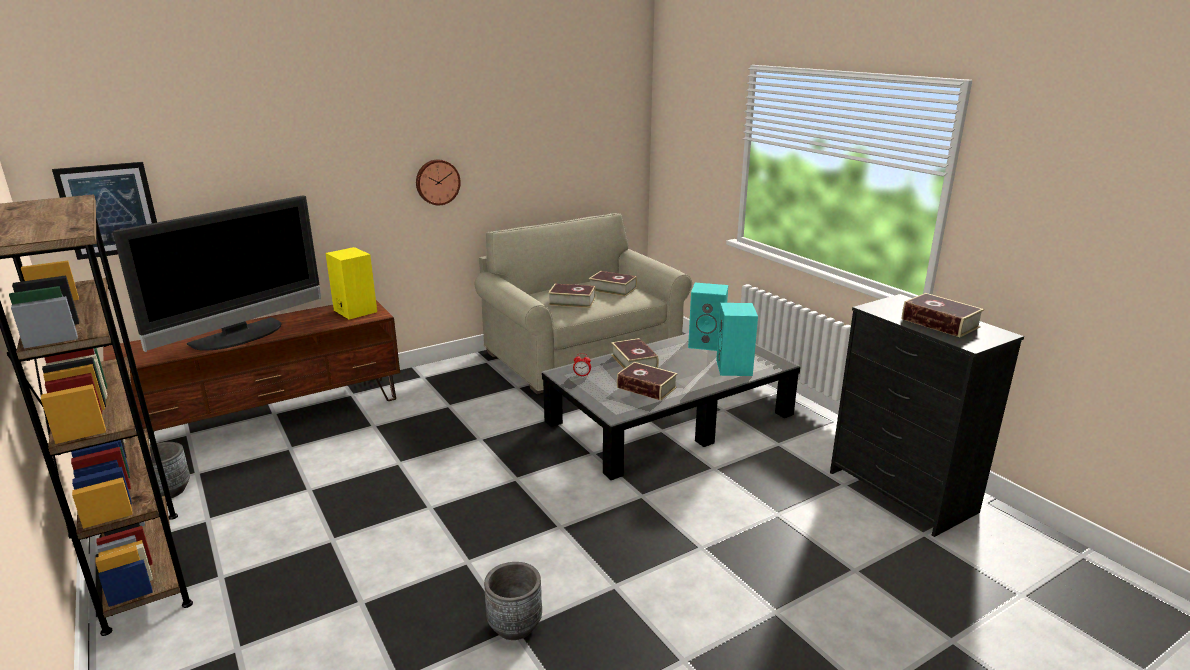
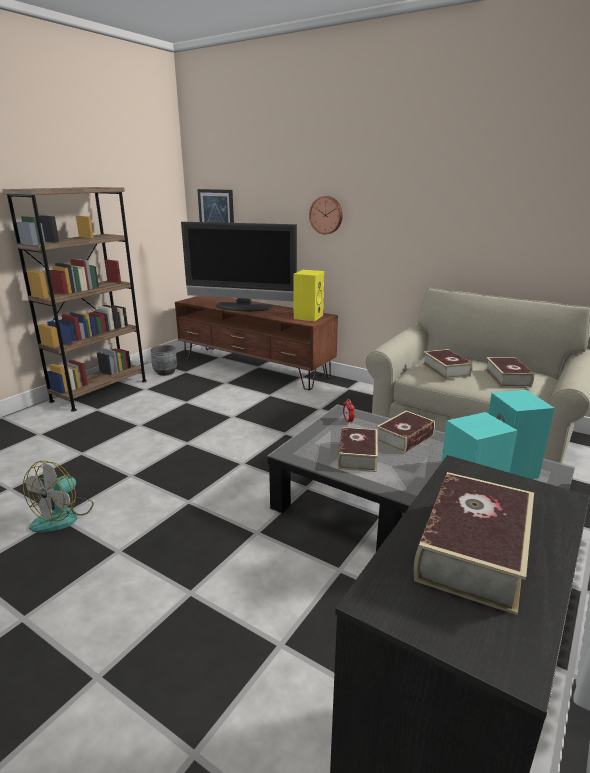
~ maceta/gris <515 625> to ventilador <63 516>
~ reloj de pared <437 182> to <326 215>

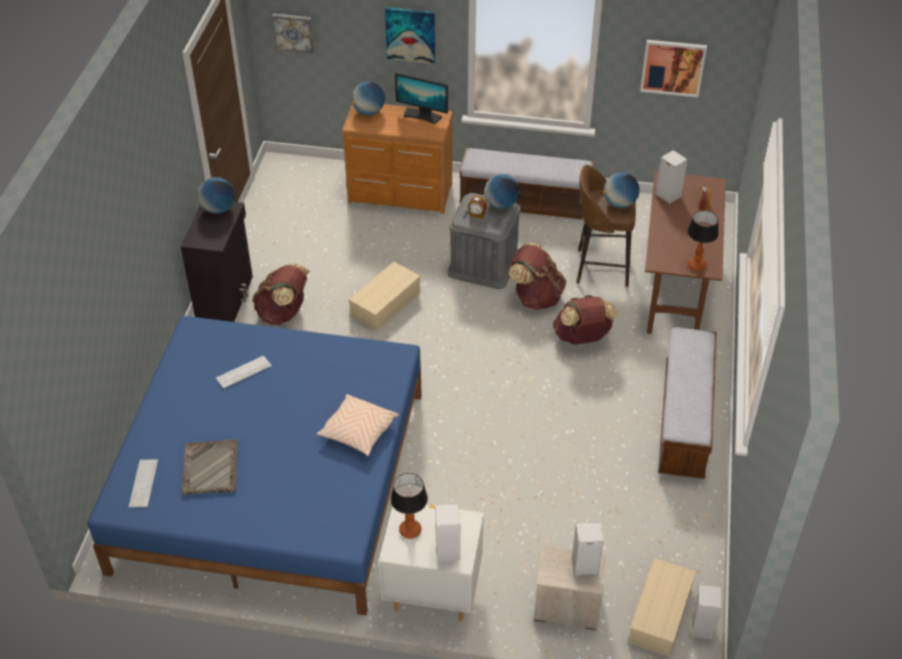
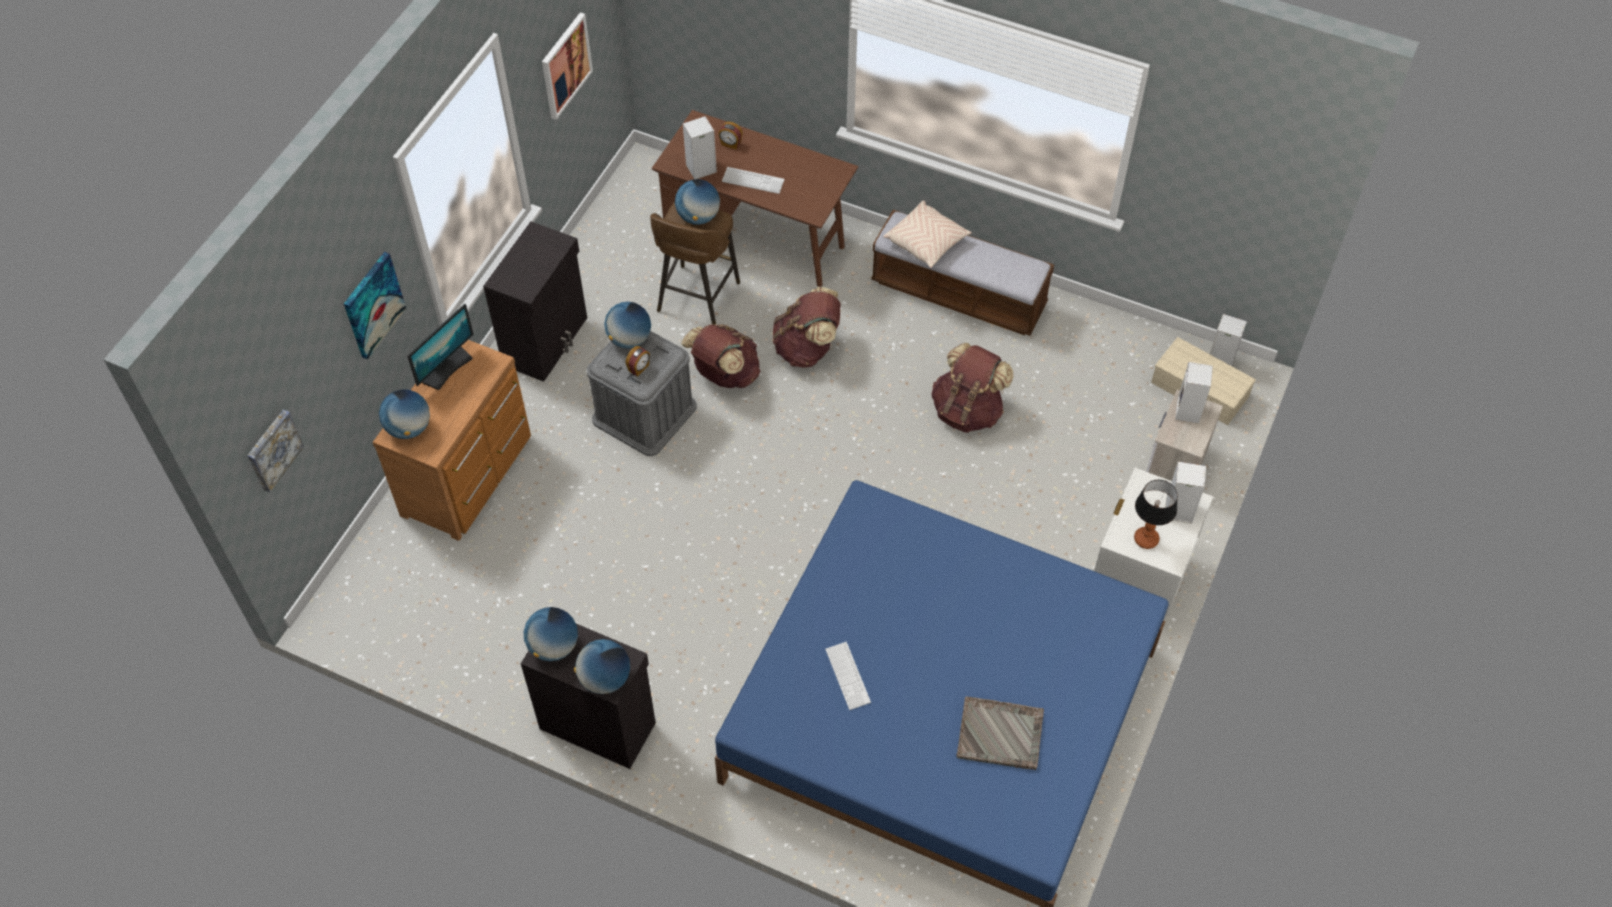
~ banco <525 202> to armario/negro <547 341>
+ globo terráqueo <605 679>
~ teclado <143 483> to <753 181>
~ cojín/beis <358 432> to <926 242>
~ mochila/marrón <283 313> to <967 410>
- caja de almacenaje/beis <385 303>
- lámpara de mesa <696 265>

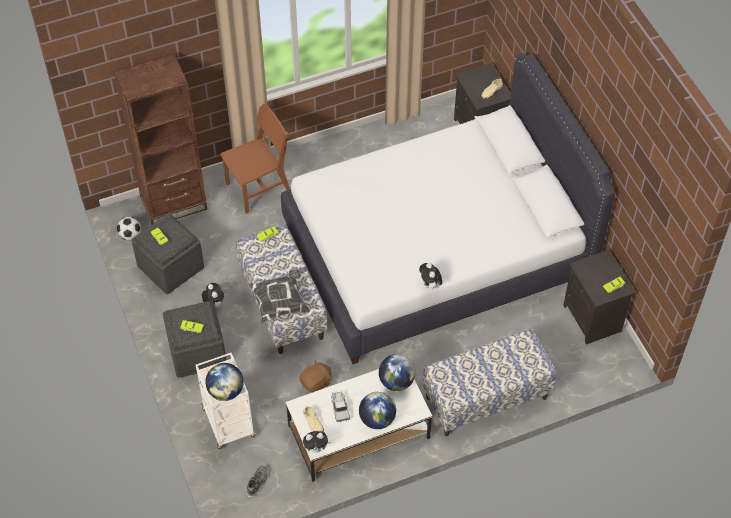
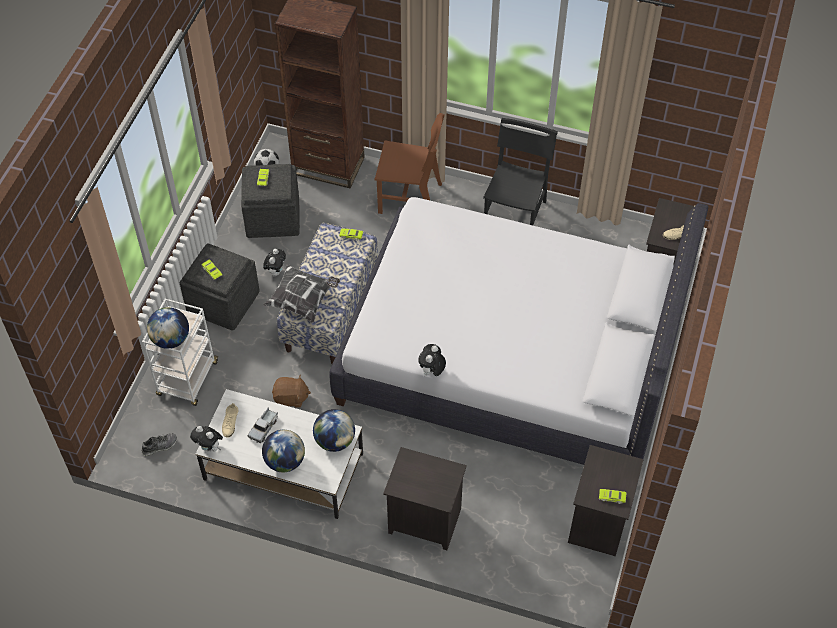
~ banco <486 398> to mesita de noche/negro <423 521>
+ silla/negro <515 215>

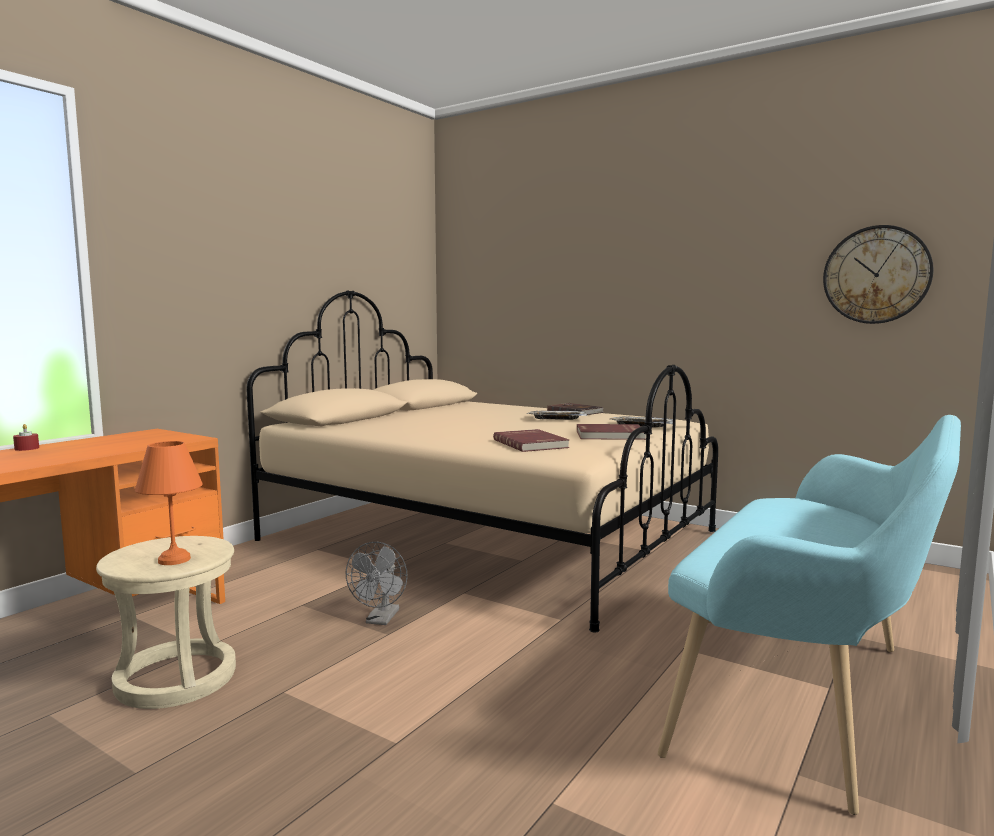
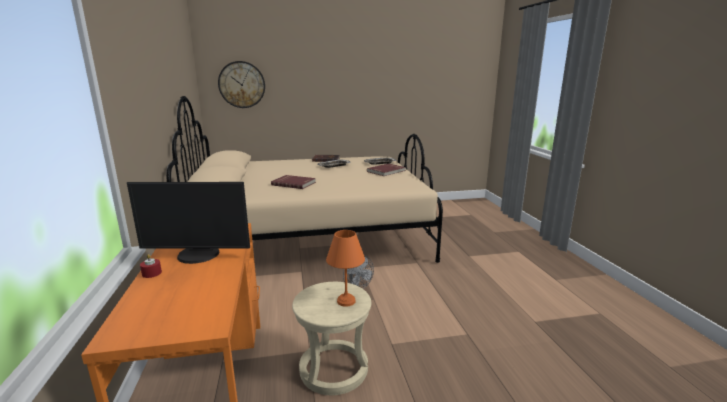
+ monitor <197 255>
~ reloj de pared <876 275> to <242 84>
~ libro/rojo <531 443> to <294 183>
- banco/turquesa <810 699>

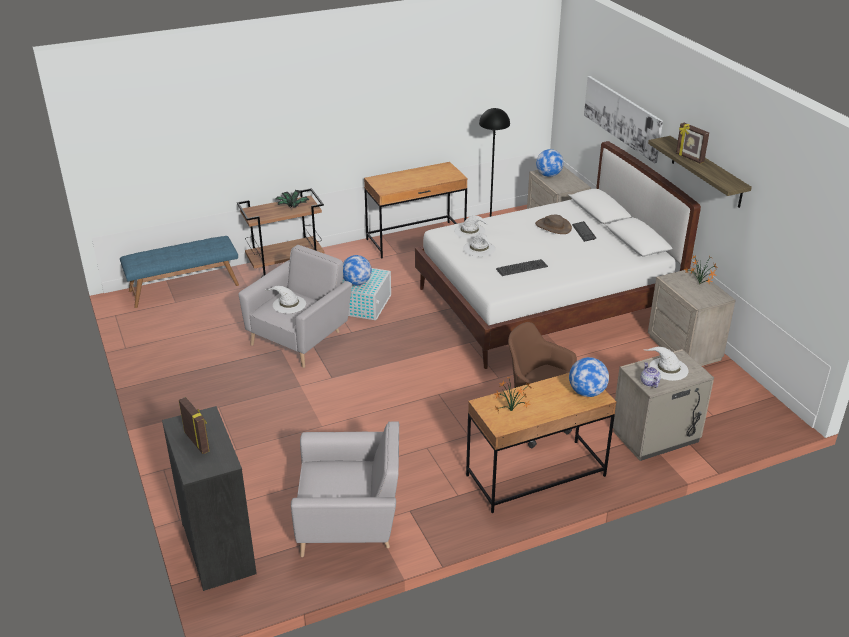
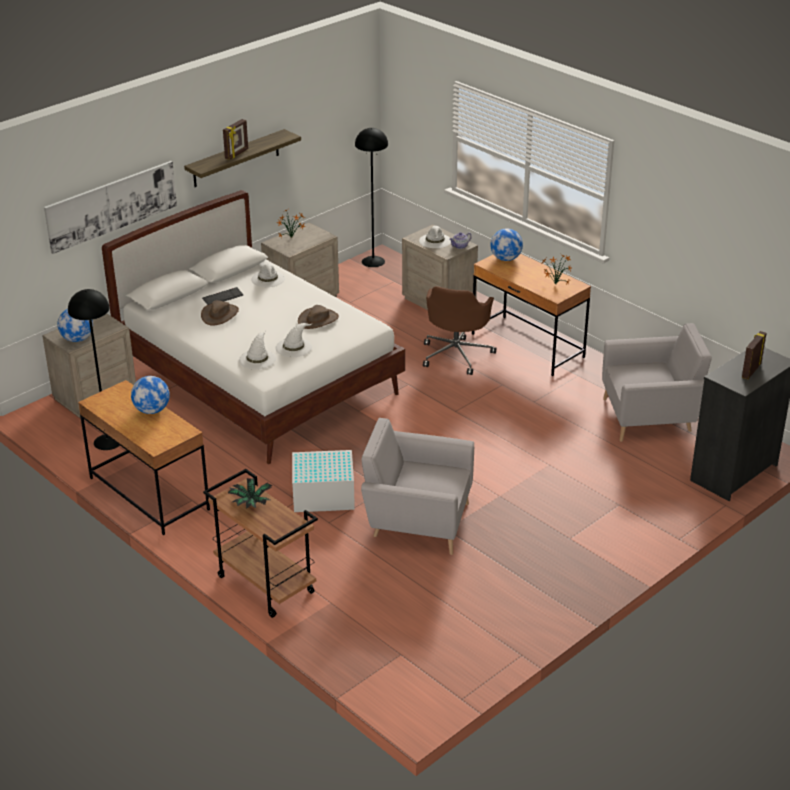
~ globo terráqueo <357 283> to <152 410>
~ sombrero/blanco <288 304> to <268 279>
~ teclado <521 268> to sombrero/marrón <318 320>
+ lámpara de pie/negro <373 261>
~ sillón/gris <350 523> = <650 417> 105 degrees clockwise
- banco/azul <184 287>

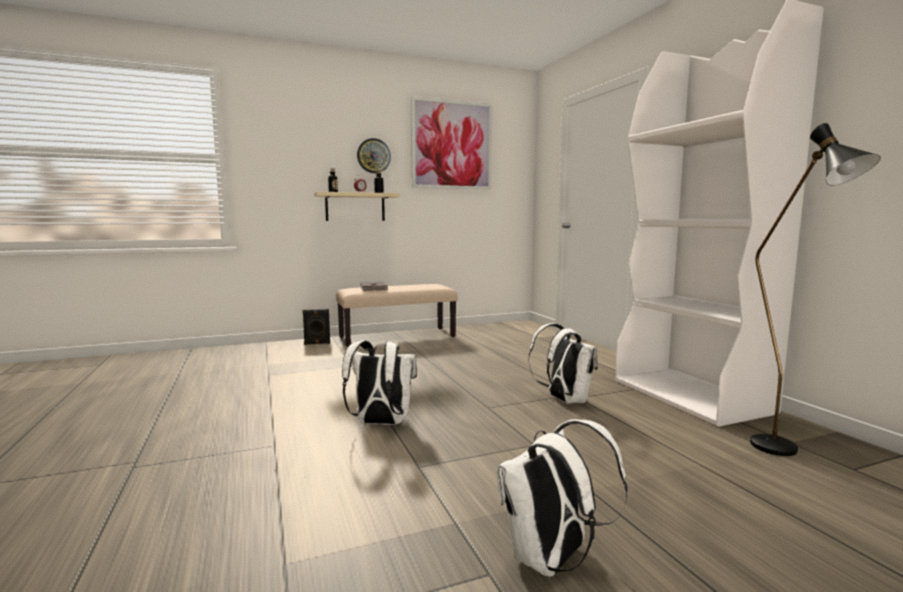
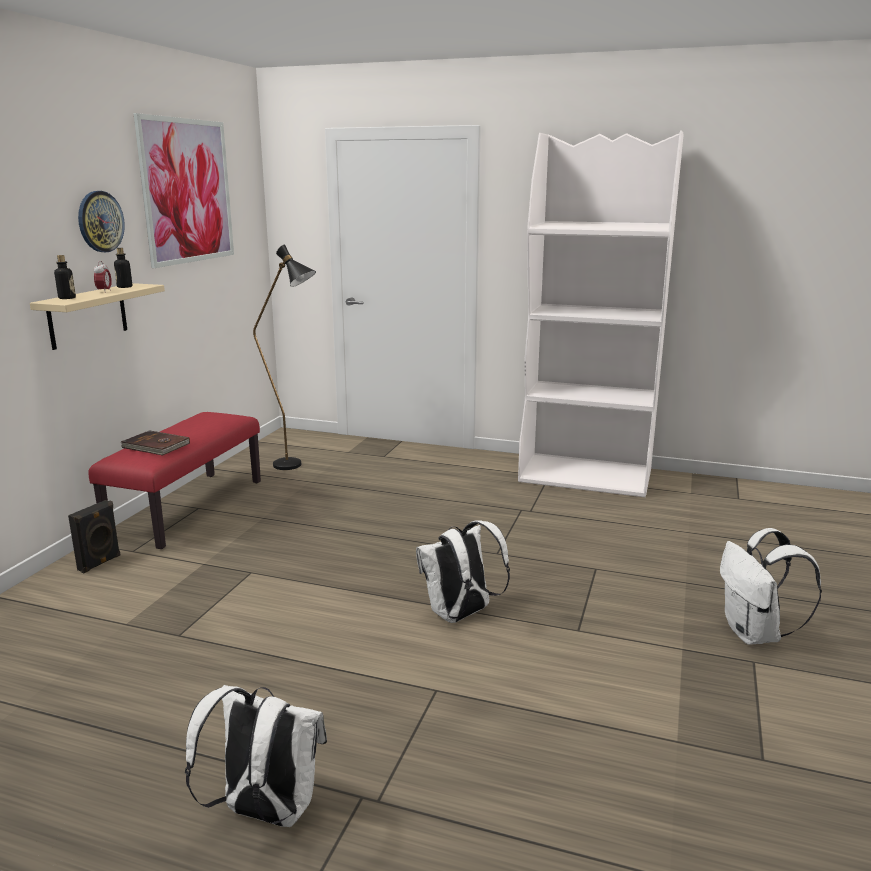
~ banco/beis <397 336> to banco/rojo <187 508>
~ mochila/blanco <564 400> to <264 812>
~ lámpara de pie/negro <787 453> to <296 466>

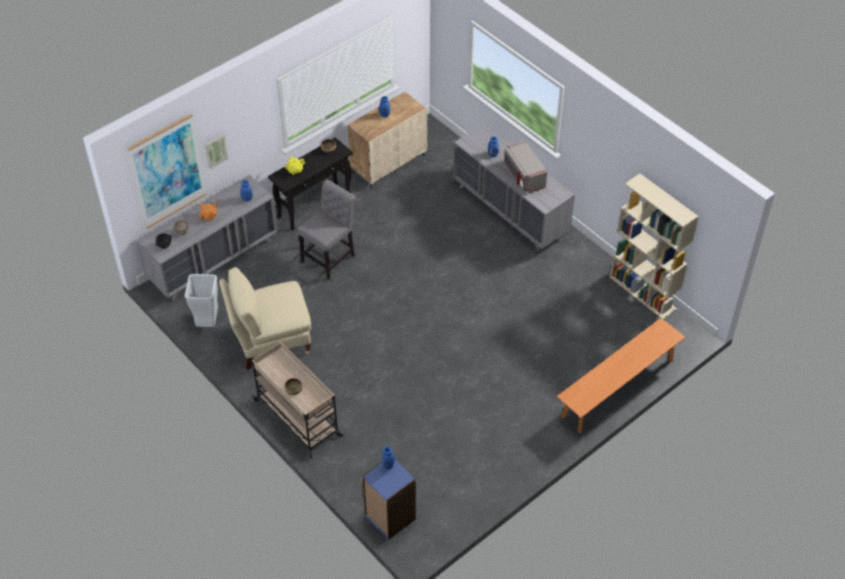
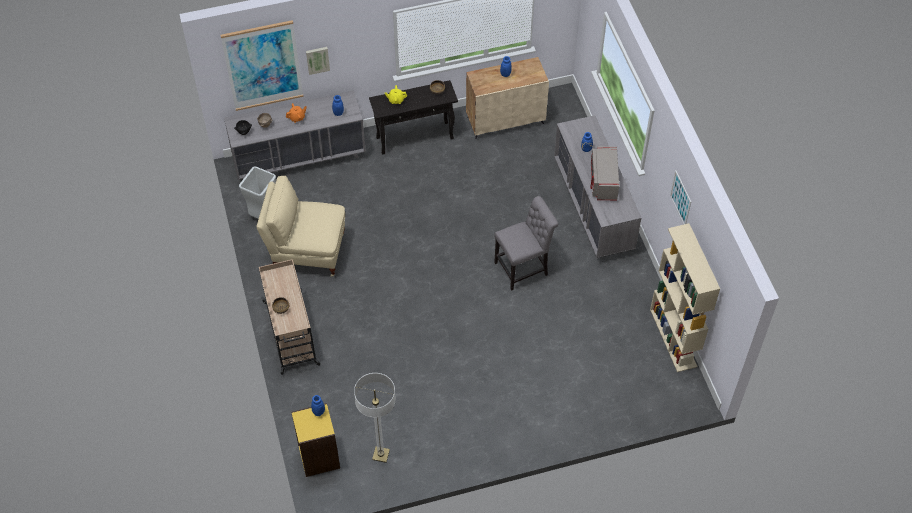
~ estantería/azul <389 517> to estantería/amarillo <318 457>
+ lámpara de pie <381 455>
~ silla/gris <330 257> to <523 268>
+ cuadro <680 198>
- banco/naranja <618 388>

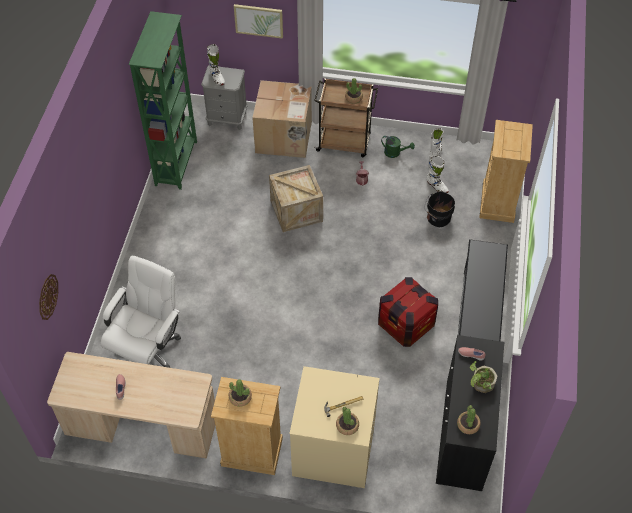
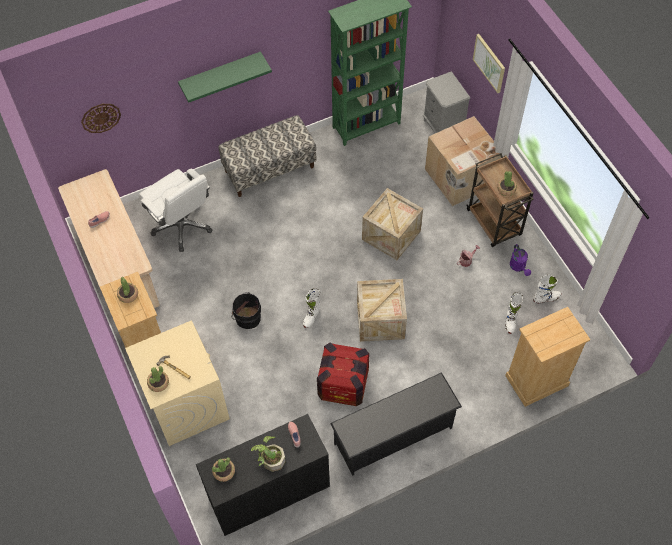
~ silla de oficina/blanco <148 351> = <182 226> 60 degrees clockwise
+ estante/verde <220 74>
+ banco <269 169>
~ cubo/negro <438 218> to <247 317>
~ bota/blanco <217 78> to <311 317>
+ caja de embalaje <380 320>
~ regadera/verde <395 153> to regadera/morado <519 267>

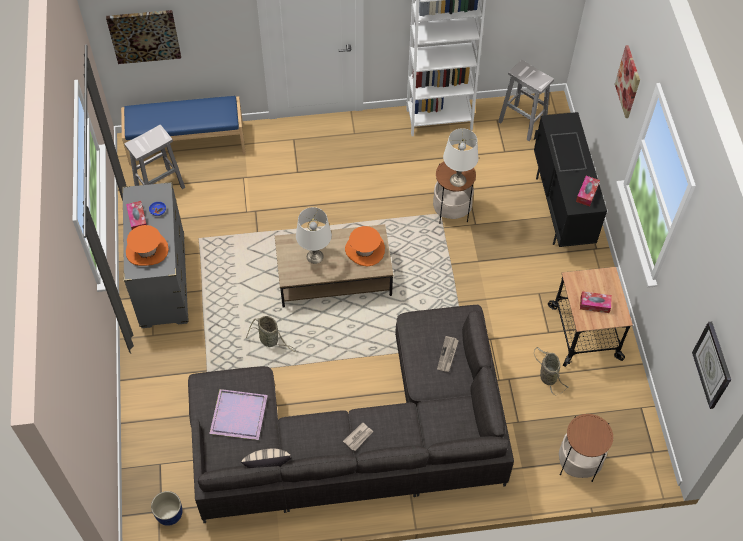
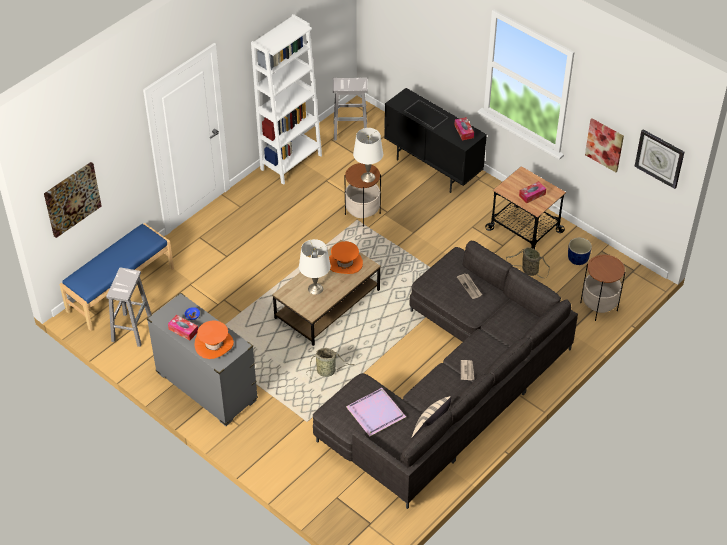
~ maceta/azul <169 514> to <577 259>
~ cuadro <628 81> to <604 144>

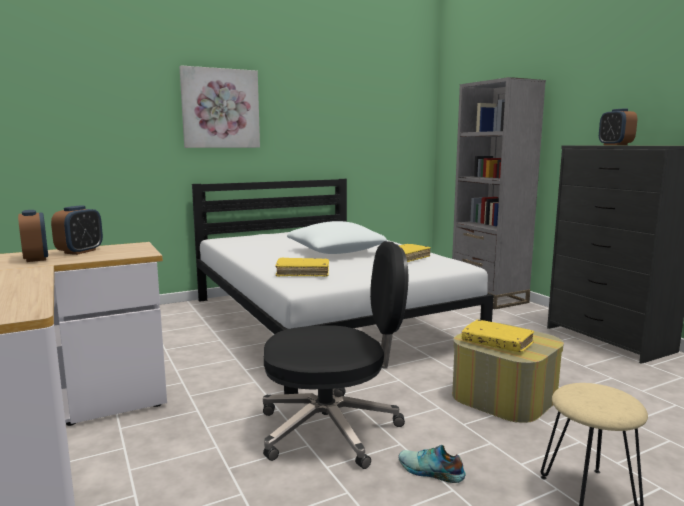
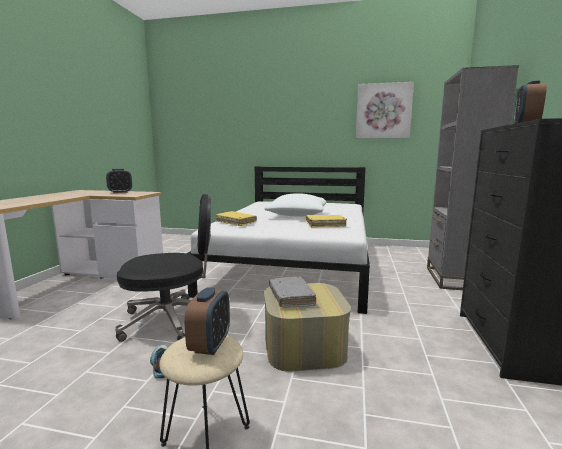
~ silla de oficina/negro <332 429> = <171 320> 45 degrees counterclockwise
~ despertador <36 258> to <210 345>
~ libro/amarillo <497 343> to libro/gris <291 297>
~ cuadro <220 108> to <383 111>

